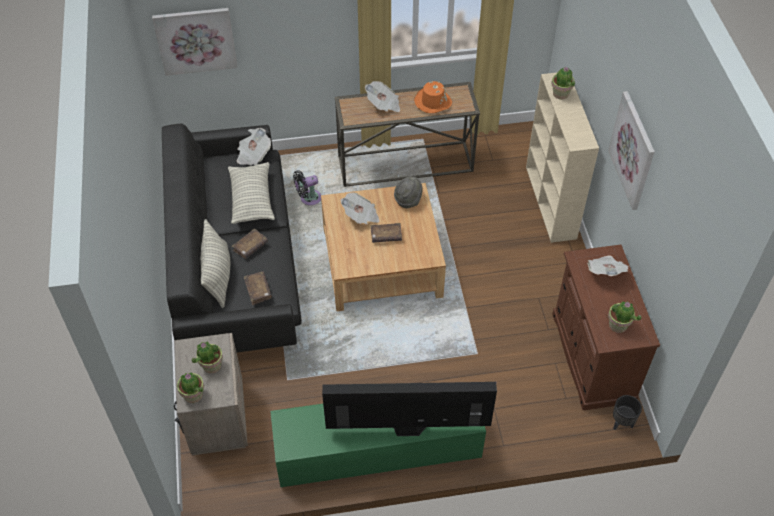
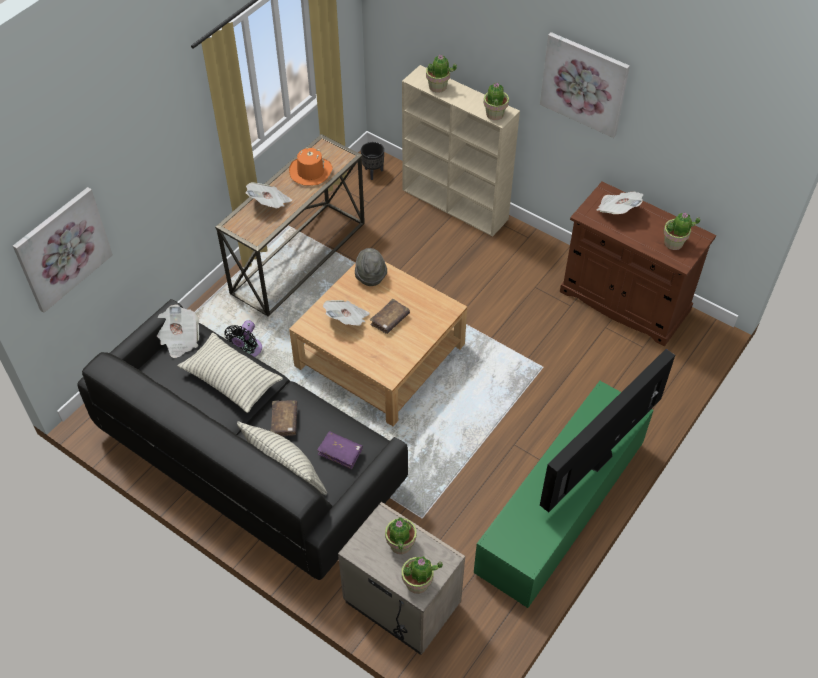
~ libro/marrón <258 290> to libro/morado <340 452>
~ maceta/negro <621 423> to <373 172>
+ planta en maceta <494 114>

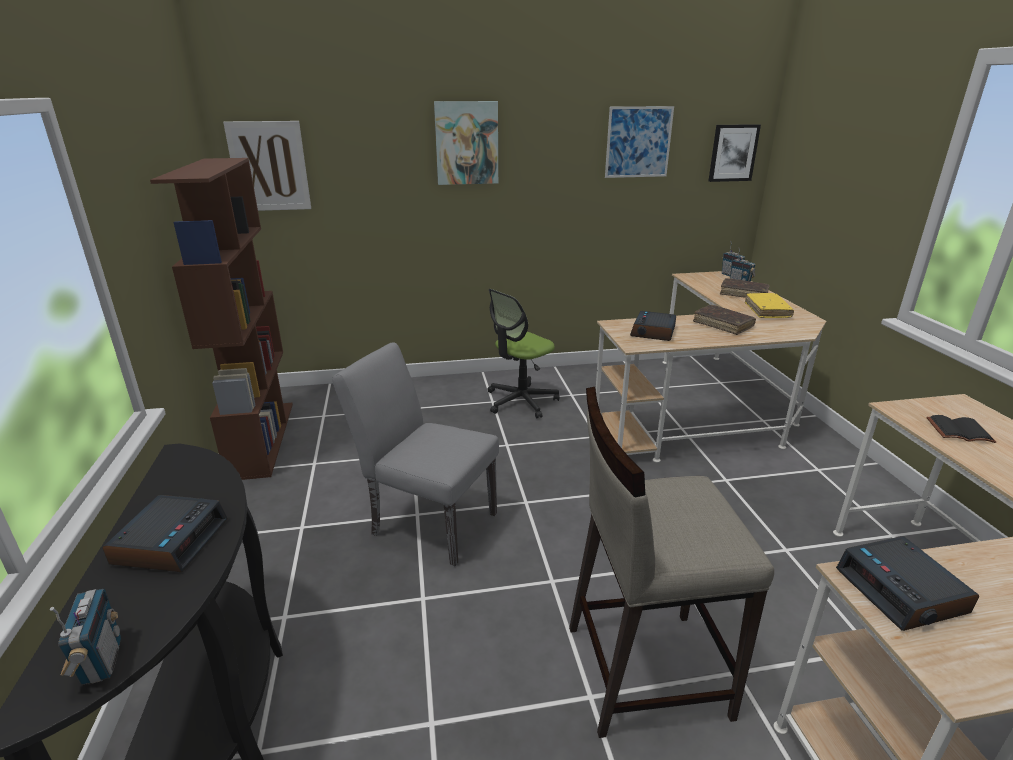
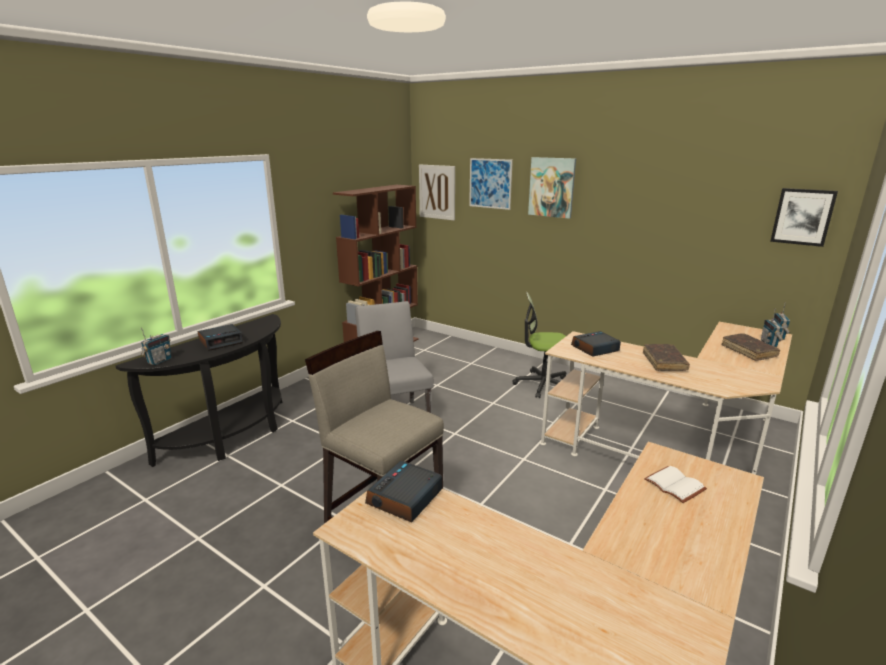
~ cuadro <638 142> to <490 183>
~ libro/negro <959 430> to libro/blanco <676 485>
- libro/amarillo <767 311>

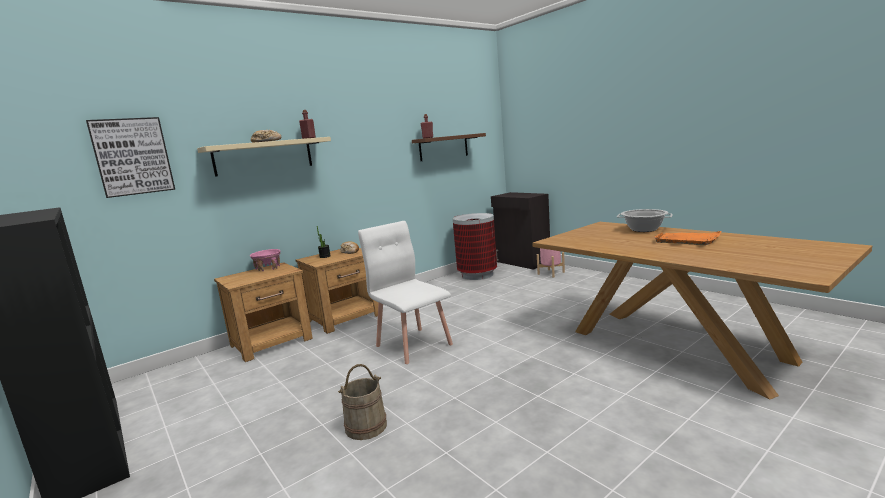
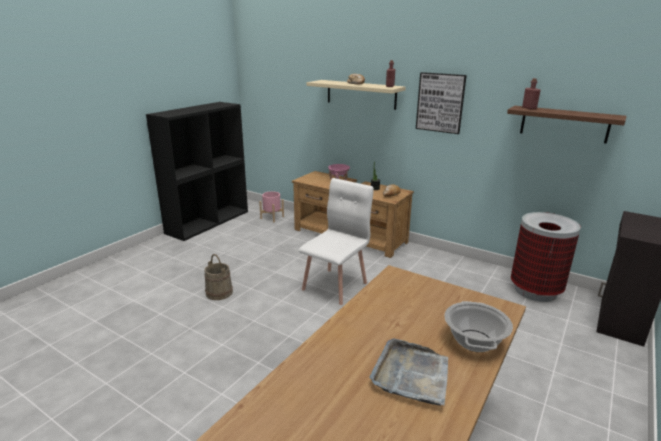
~ maceta/rosa <551 273> to <272 217>
~ bandeja/naranja <687 240> to bandeja/gris <411 374>
~ cuadro <132 156> to <440 102>

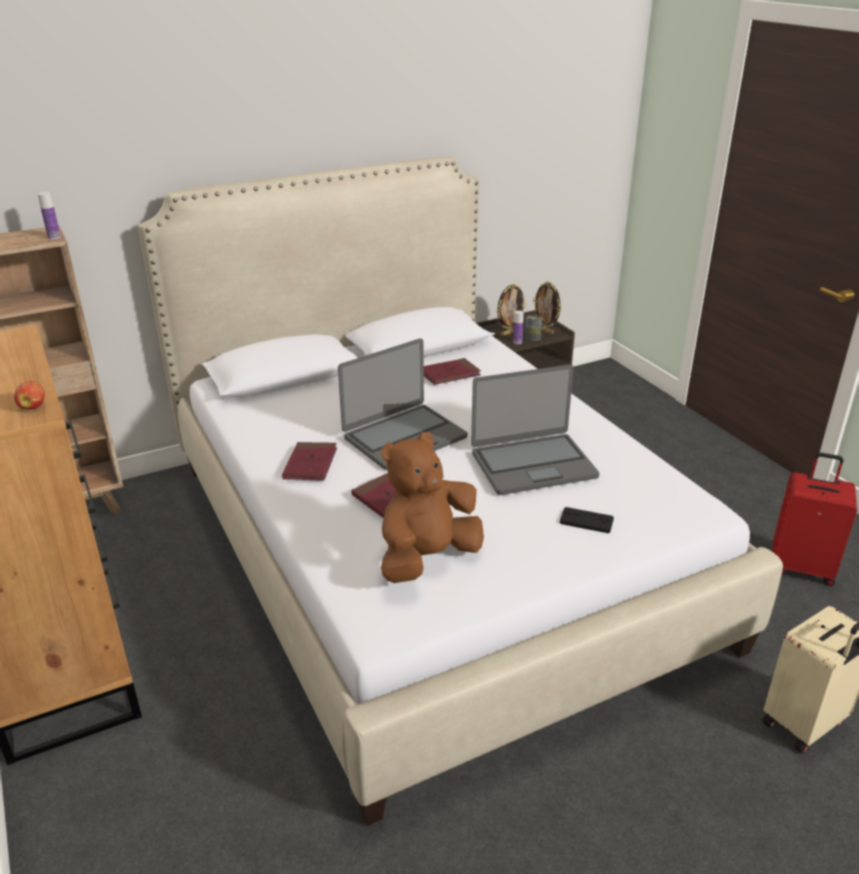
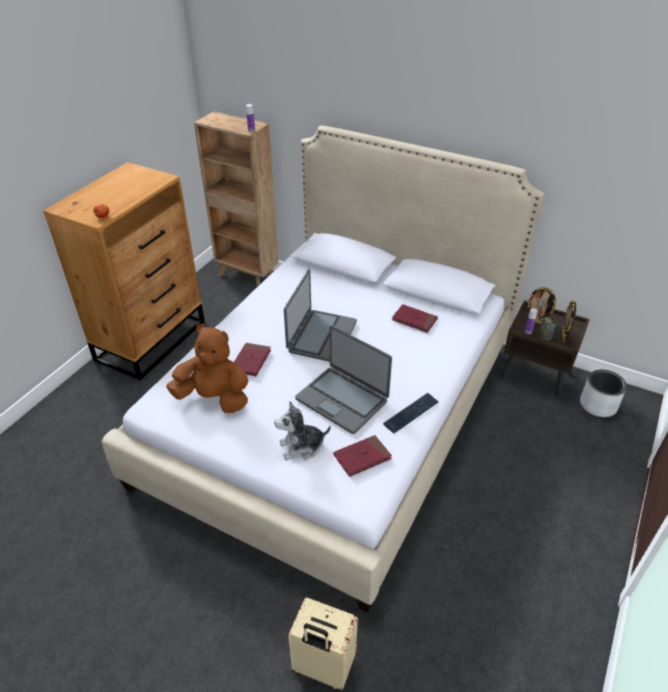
~ mando de consola/negro <586 521> to peluche <302 447>
~ portátil <404 437> = <321 336> 90 degrees counterclockwise
~ libro/rojo <310 464> to <362 457>
+ teclado <411 413>
+ maceta/gris <598 405>
- maleta/rojo <801 567>

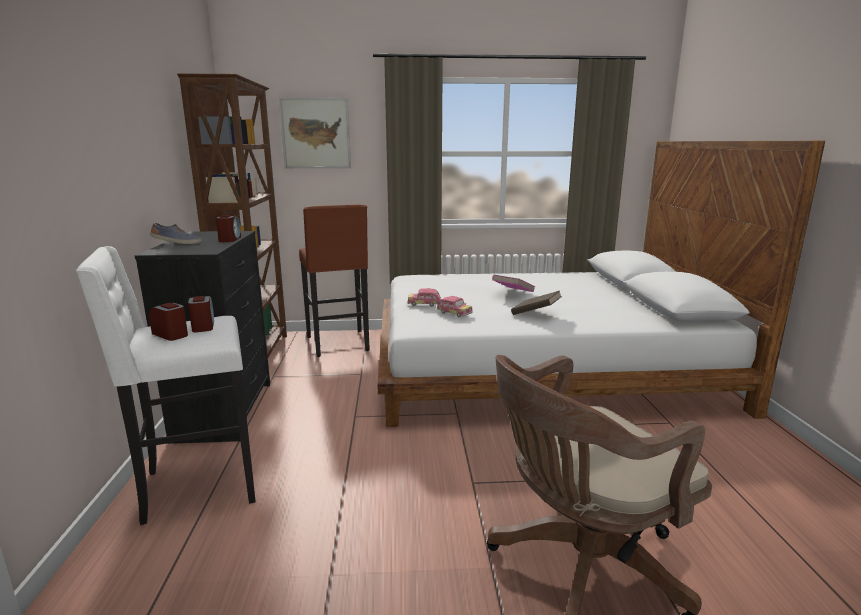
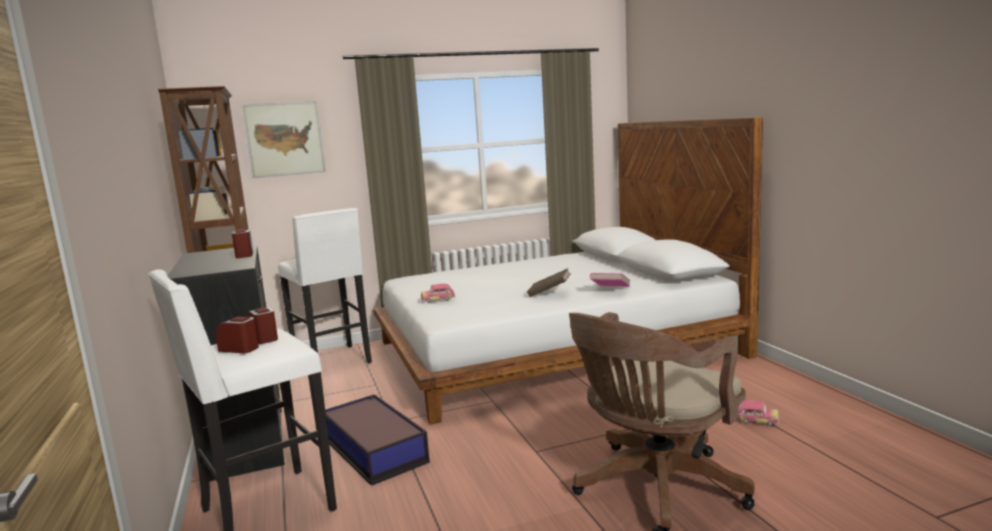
~ taburete/marrón <339 344> to taburete/blanco <334 362>
+ caja de almacenaje <374 449>
~ libro/rosa <513 293> to <610 290>
~ coche de juguete <454 313> to <756 421>
- zapato <177 243>

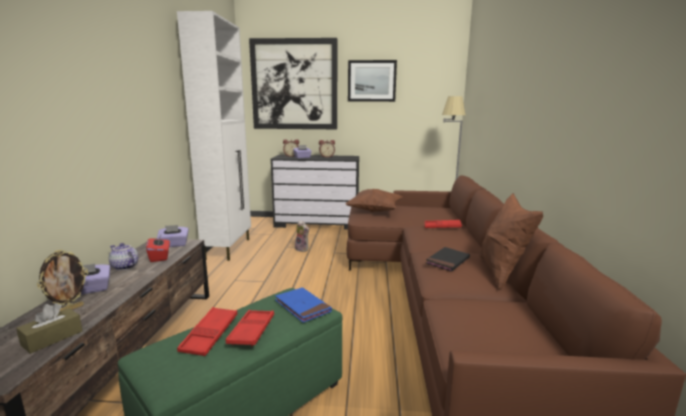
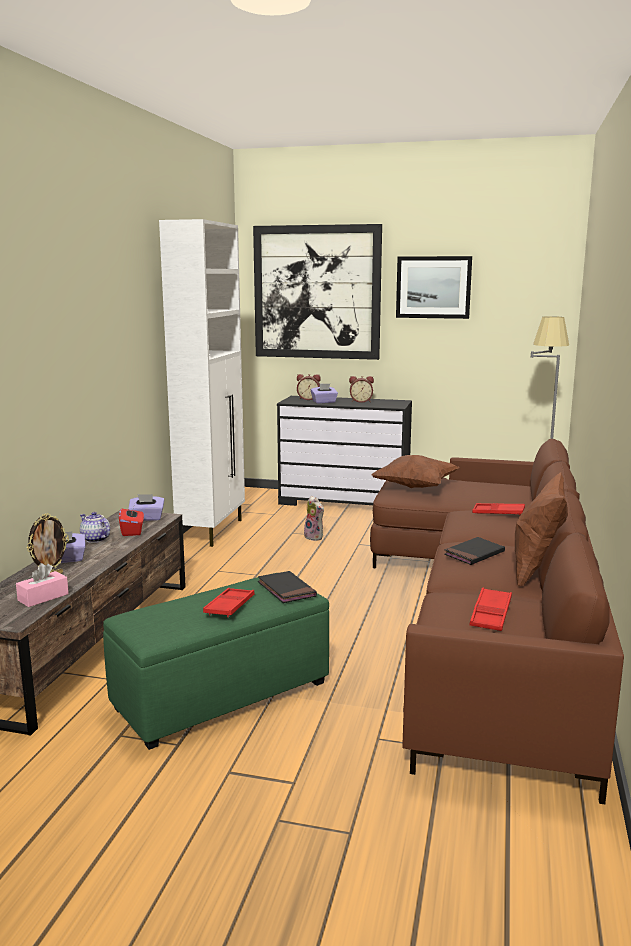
~ caja de pañuelos/marrón <52 338> to caja de pañuelos/rosa <43 597>
~ libro/azul <302 307> to libro/negro <286 590>
~ bandeja/rojo <210 335> to <491 614>

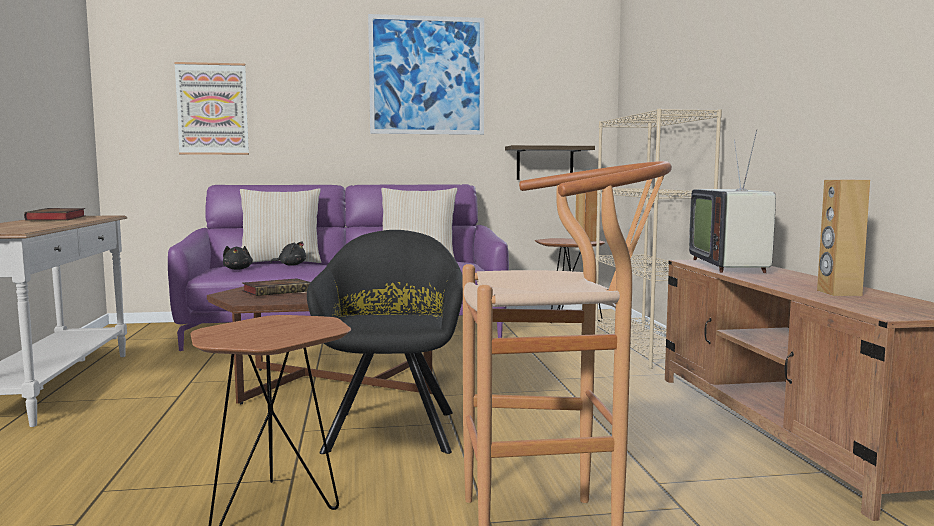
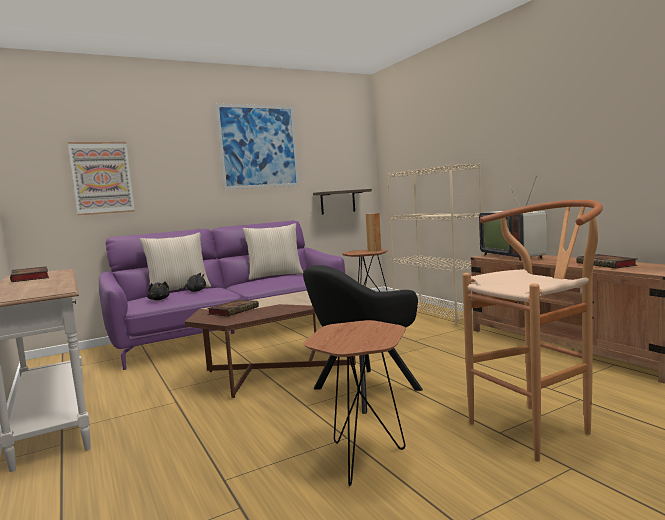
~ sillón/negro <392 427> = <361 391> 105 degrees counterclockwise
~ altavoz/marrón <838 293> to libro <607 264>

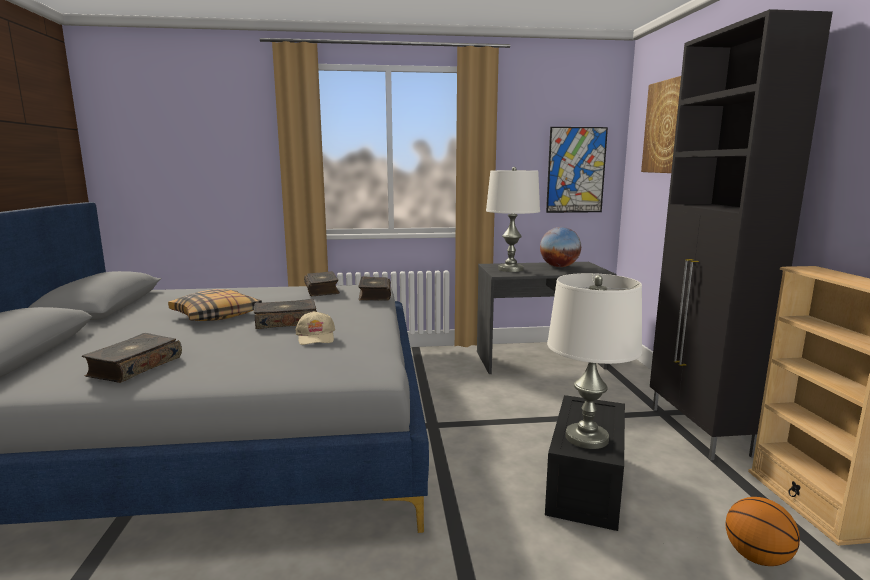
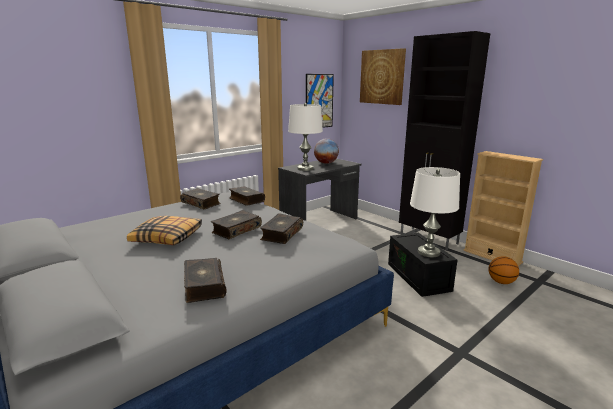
~ gorra/beis <316 337> to libro <281 234>

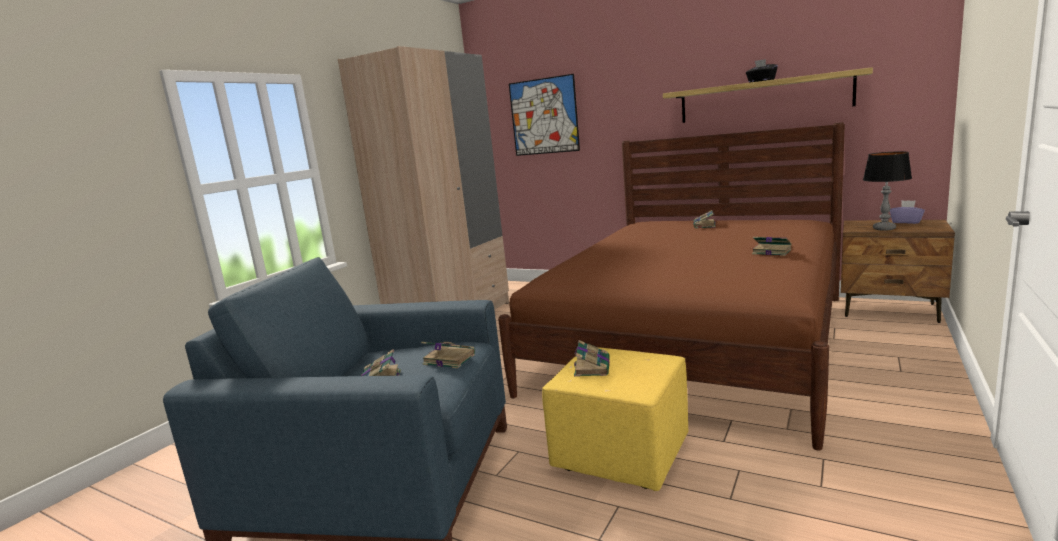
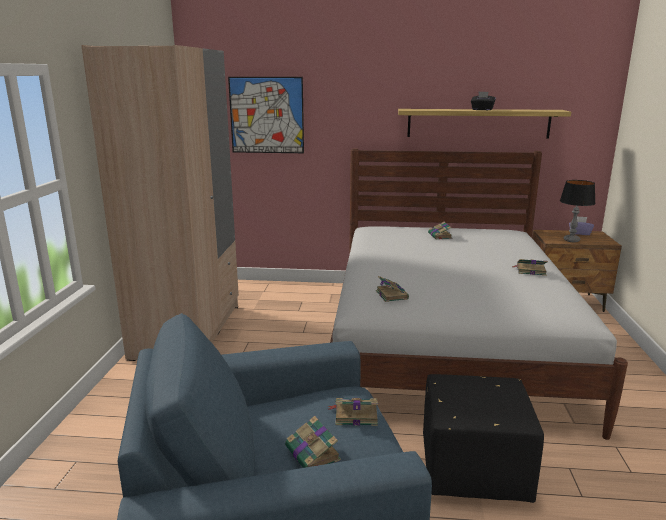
~ cama/marrón <695 342> to cama/blanco <447 342>
~ libro <592 367> to <391 294>
~ puf/amarillo <622 454> to puf/negro <474 469>

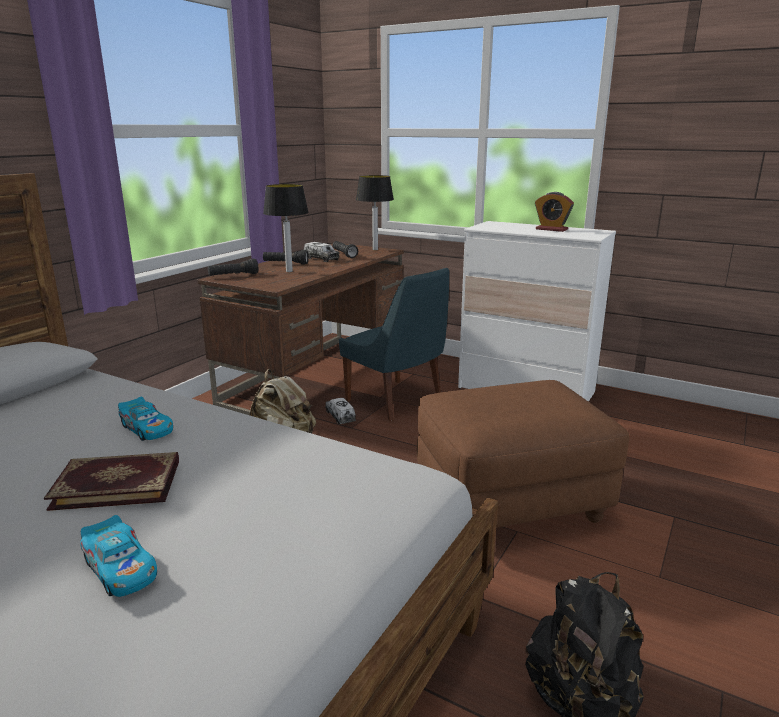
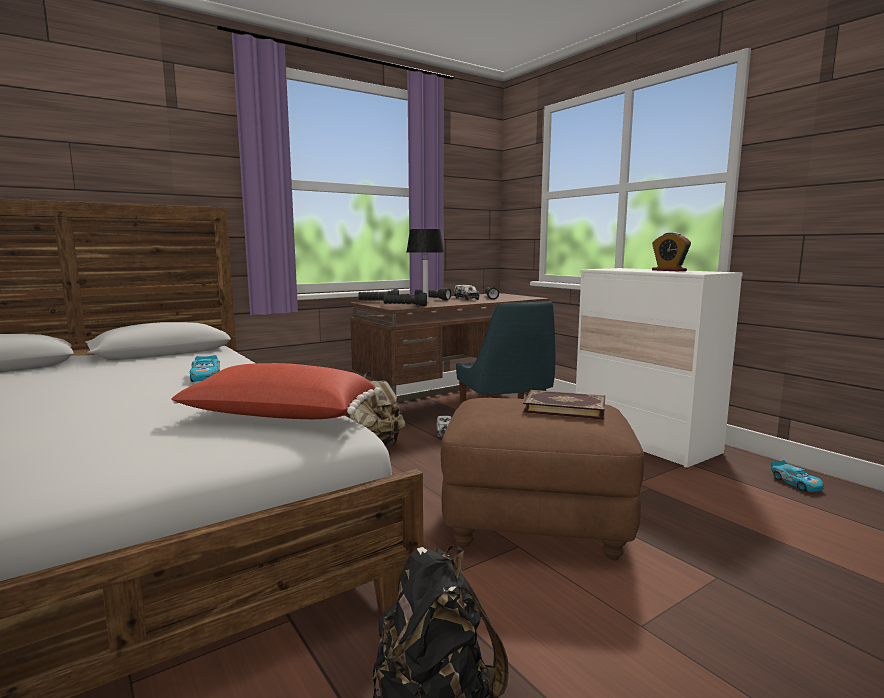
+ cojín/rojo <279 418>
+ linterna/negro <405 306>
~ libro <118 483> to <565 407>
~ coche de juguete <121 568> to <796 483>
- lámpara de mesa <375 249>

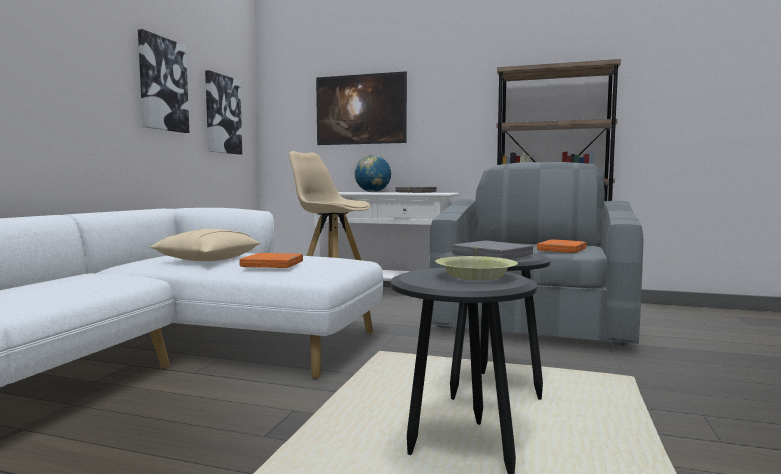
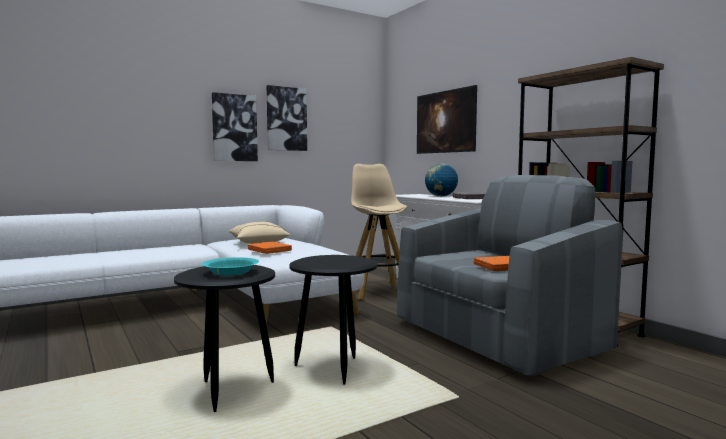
~ cuenco/amarillo <475 277> to cuenco/turquesa <230 272>
~ cuadro <222 114> to <234 128>
- libro/gris <492 255>

